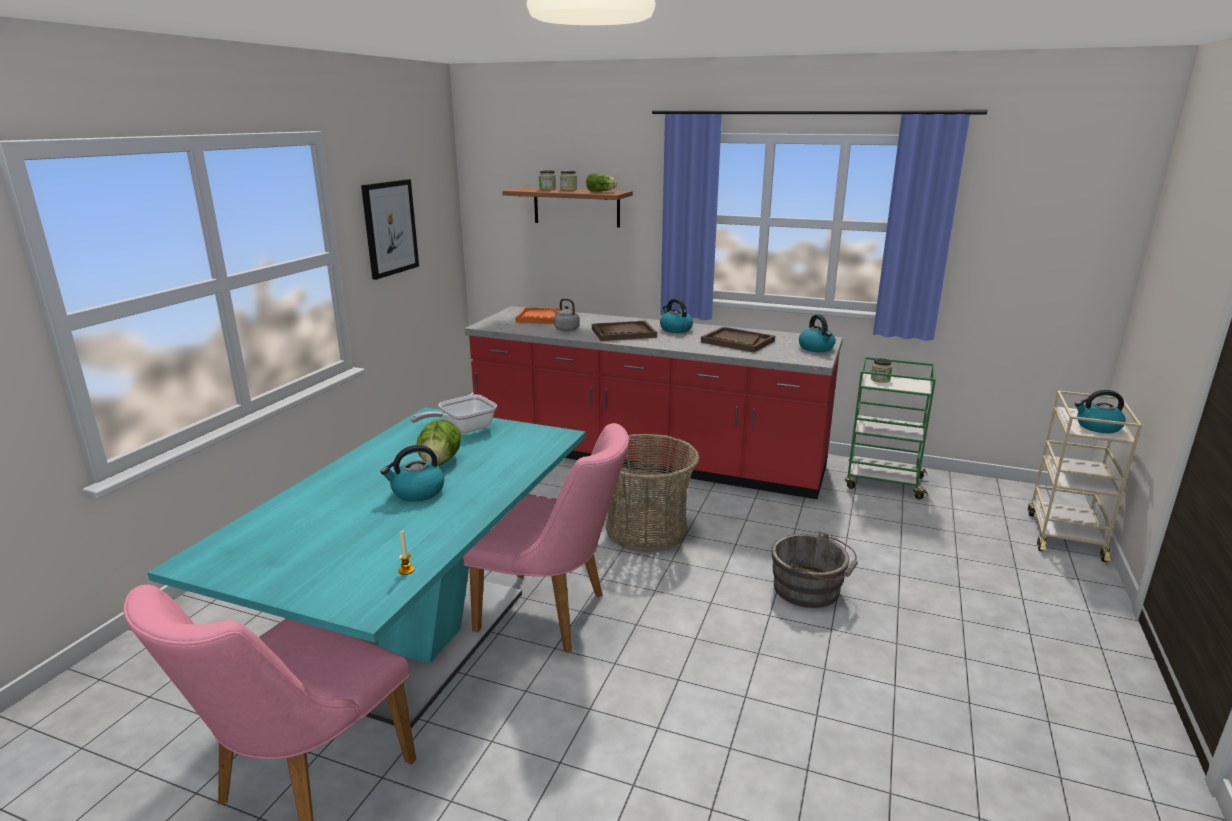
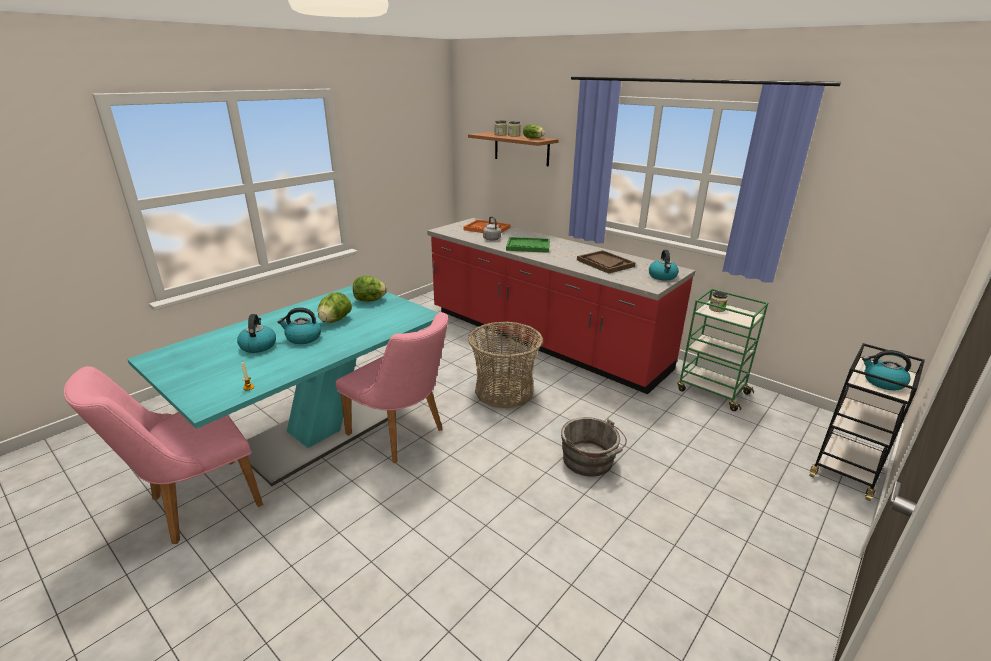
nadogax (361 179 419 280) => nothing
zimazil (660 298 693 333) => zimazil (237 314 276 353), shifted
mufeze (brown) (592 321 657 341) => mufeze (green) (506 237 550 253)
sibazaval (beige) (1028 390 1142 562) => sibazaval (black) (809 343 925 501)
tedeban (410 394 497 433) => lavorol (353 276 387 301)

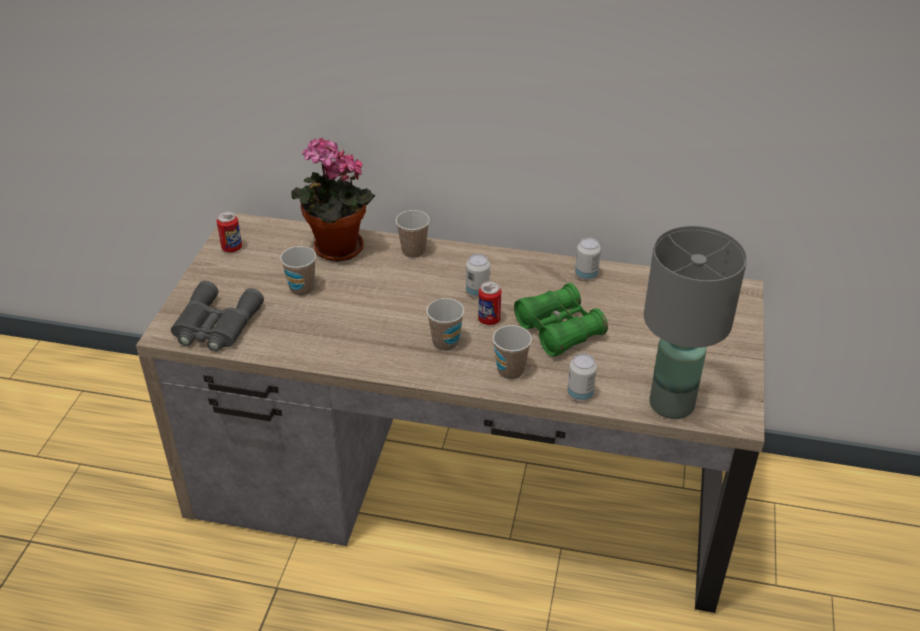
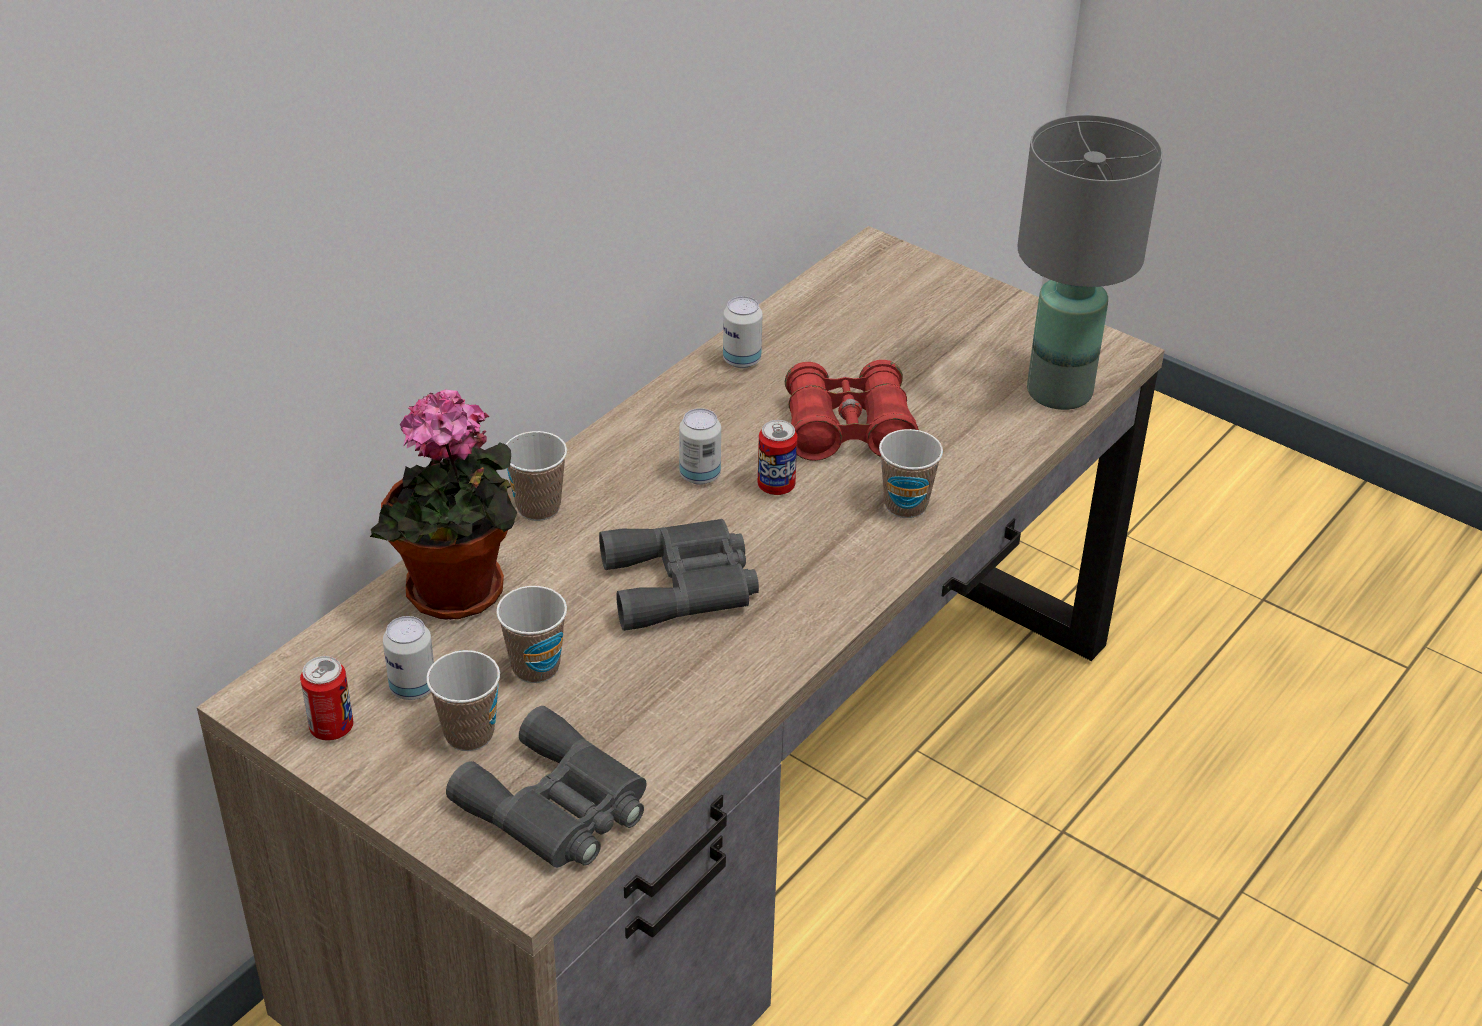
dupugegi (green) (514 283 608 357) => dupugegi (red) (785 360 919 461)
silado (426 298 464 351) => silado (426 650 500 751), shifted
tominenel (567 354 597 401) => tominenel (383 616 434 700), shifted
nothing => dupugegi (grey) (599 519 759 631)

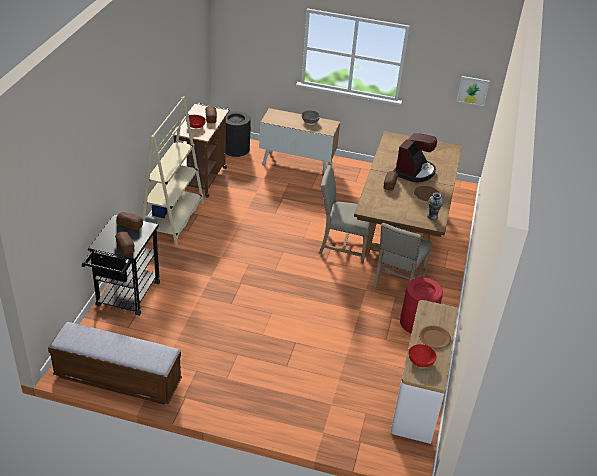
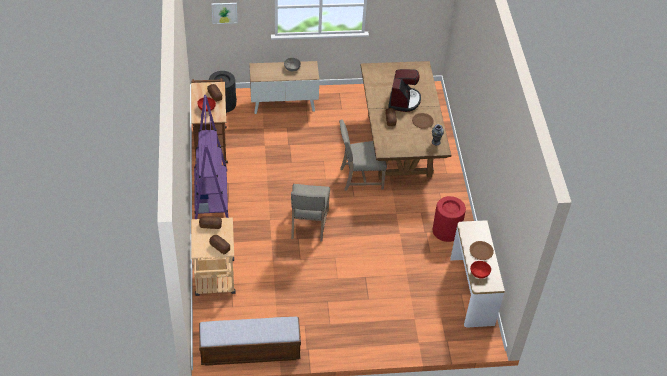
nadogax (457 76 490 106) => nadogax (211 3 237 24), shifted
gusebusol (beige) (142 97 204 247) => gusebusol (purple) (194 95 229 219)
sibazaval (black) (82 215 160 316) => sibazaval (beige) (191 217 236 296)
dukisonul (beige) (373 223 432 291) => dukisonul (beige) (291 184 330 242), shifted

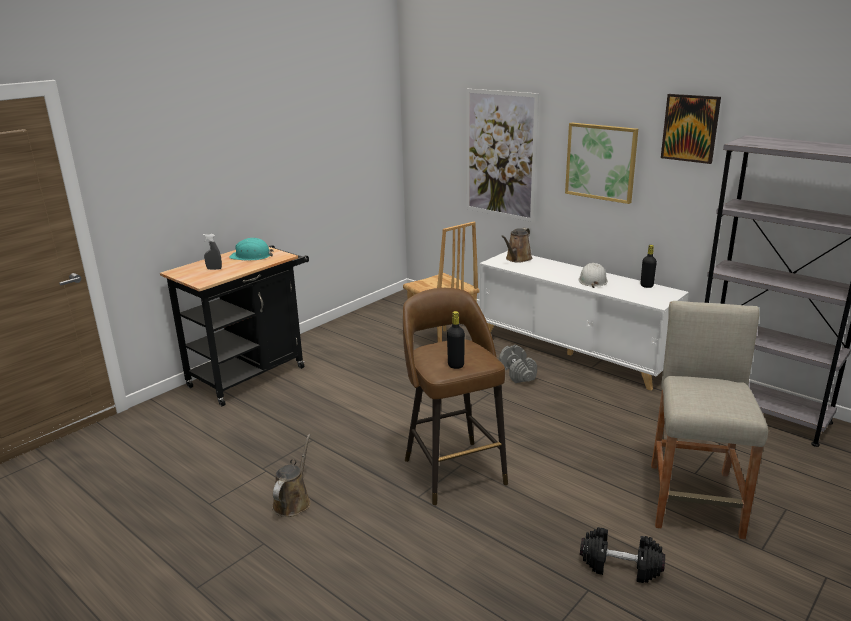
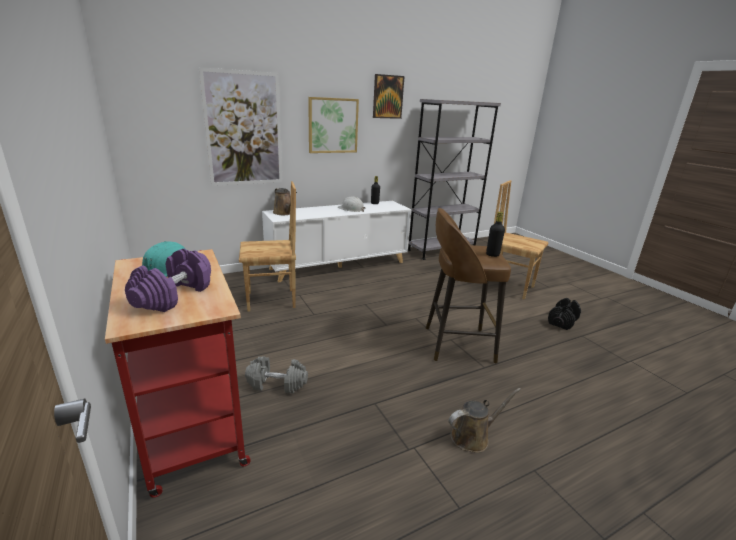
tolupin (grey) (203 234 222 270) => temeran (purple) (125 248 211 312)
sibazaval (black) (160 245 309 406) => sibazaval (red) (105 249 251 498)
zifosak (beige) (651 301 768 539) => dukisonul (brown) (494 180 548 299)
temeran (grey) (499 345 537 383) => temeran (grey) (245 356 308 394), shifted
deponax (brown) (272 434 311 517) => deponax (brown) (449 388 521 453), 120 degrees clockwise

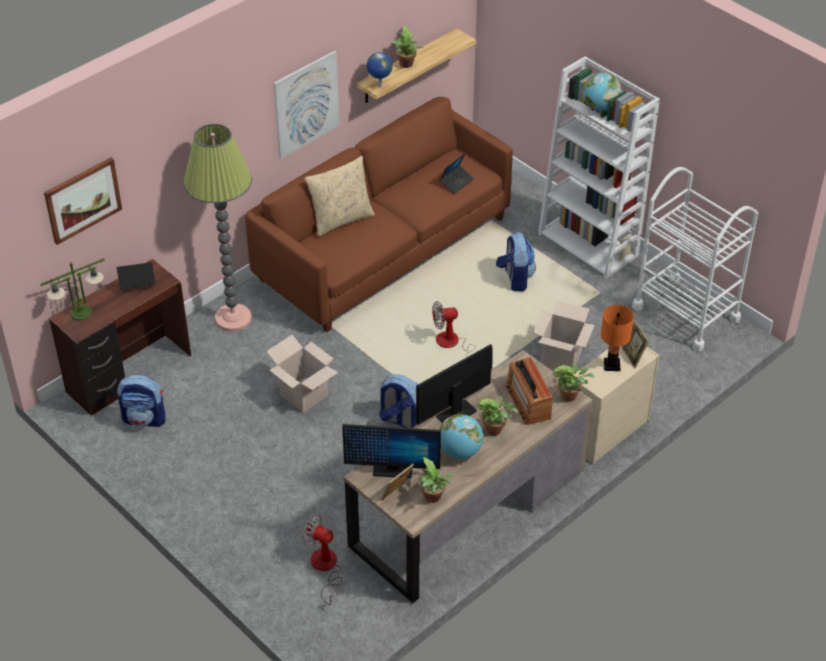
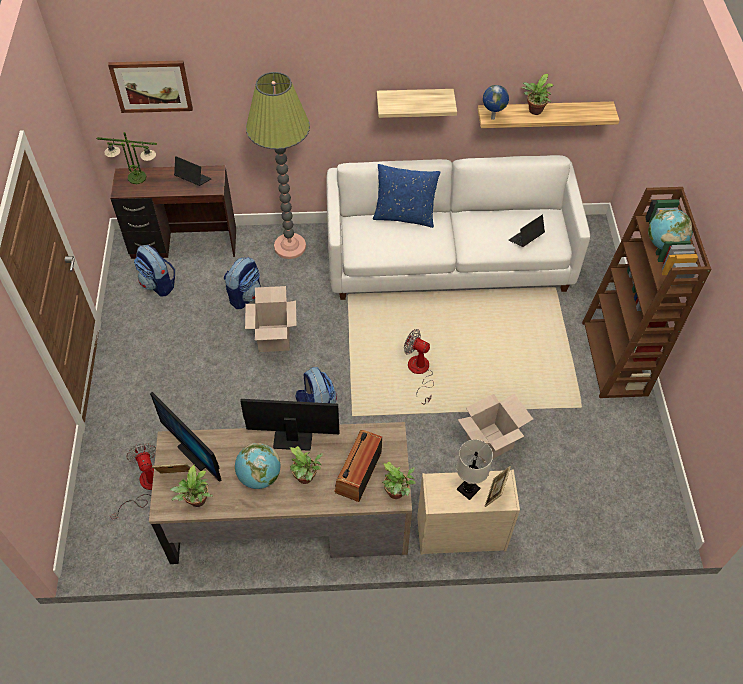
nadogax (274 51 340 158) => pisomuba (377 89 457 118)
gusebusol (white) (538 56 660 279) => gusebusol (brown) (582 187 711 398)
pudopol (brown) (245 97 513 332) => pudopol (white) (326 155 590 300)
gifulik (439 153 474 194) => gifulik (509 215 545 247), 150 degrees clockwise
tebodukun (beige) (305 156 375 237) => tebodukun (blue) (373 164 441 228)
sibazaval (white) (632 167 758 352) => nothing
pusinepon (496 232 536 291) => pusinepon (224 257 260 309), shifted
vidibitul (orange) (601 305 634 371) => vidibitul (white) (457 439 493 500)

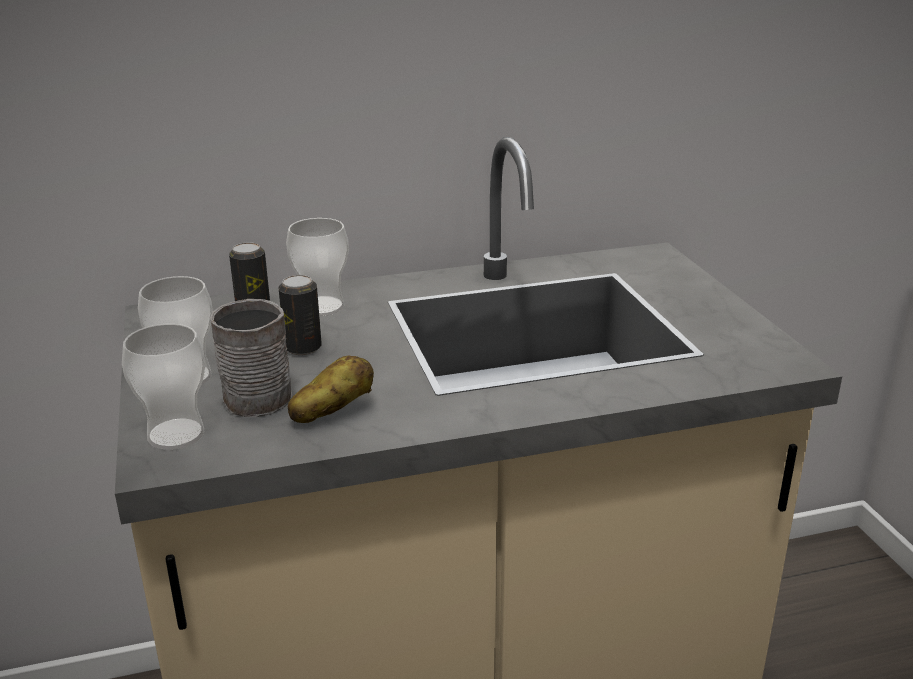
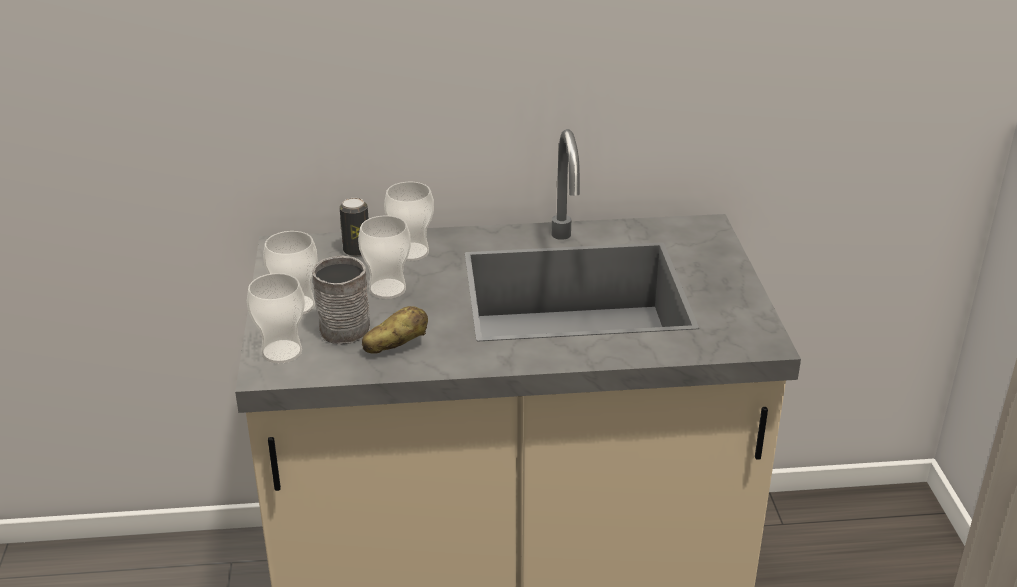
tominenel (278 275 322 355) => silado (358 215 411 299)

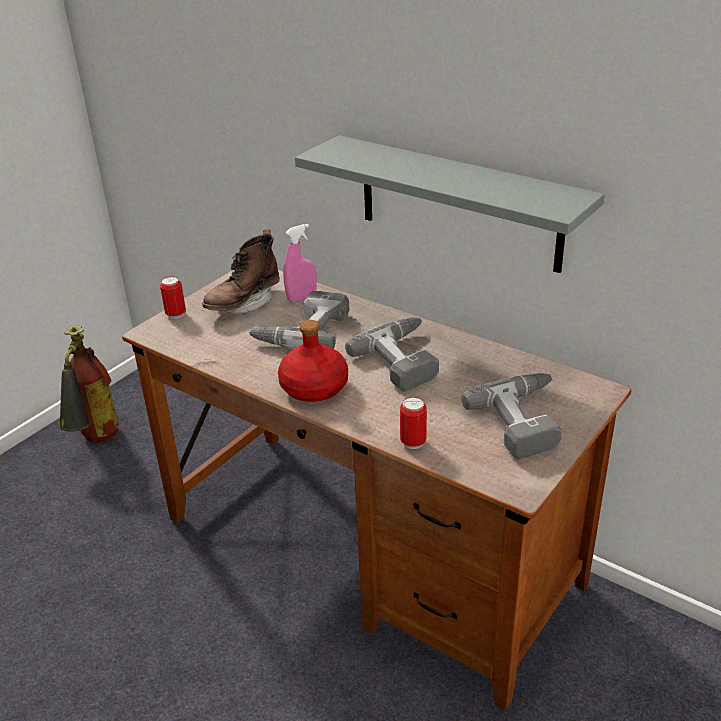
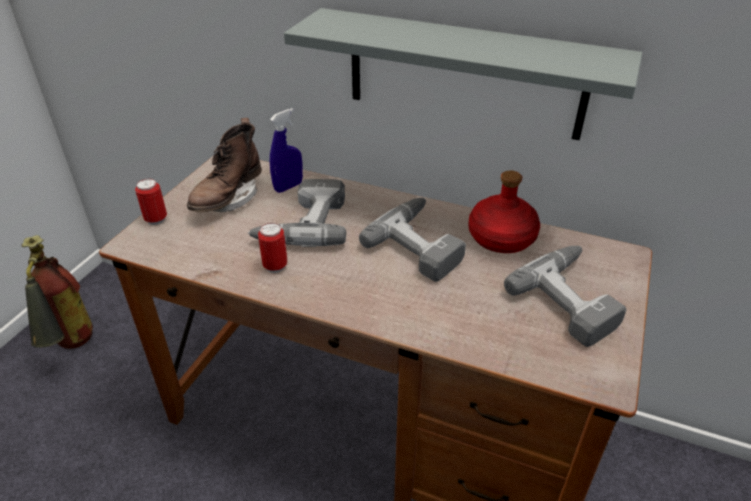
tolupin (pink) (283 224 317 302) => tolupin (blue) (270 108 303 193)
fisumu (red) (278 320 348 402) => fisumu (red) (468 171 540 253), shifted
tominenel (400 397 427 449) => tominenel (258 223 288 273), shifted

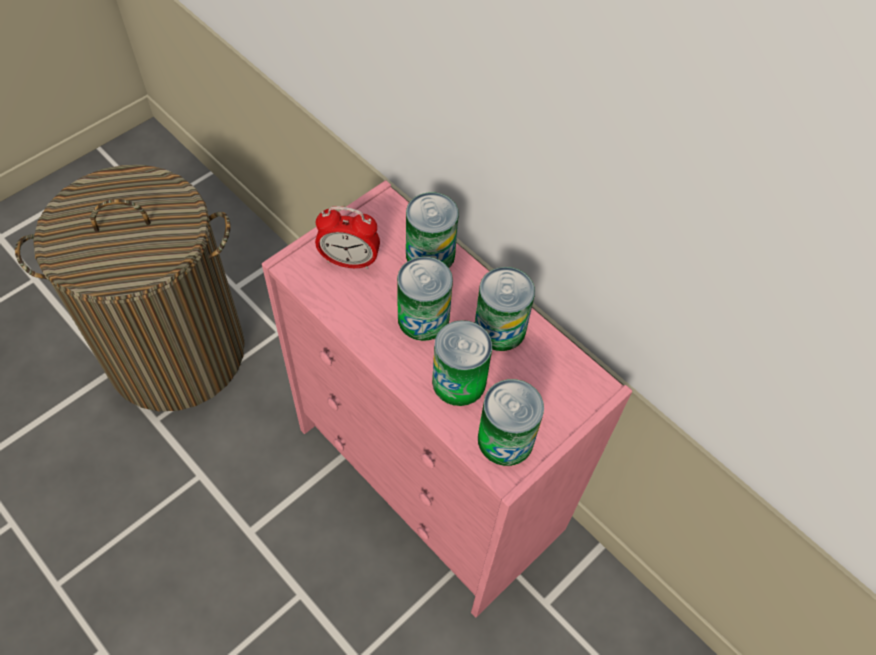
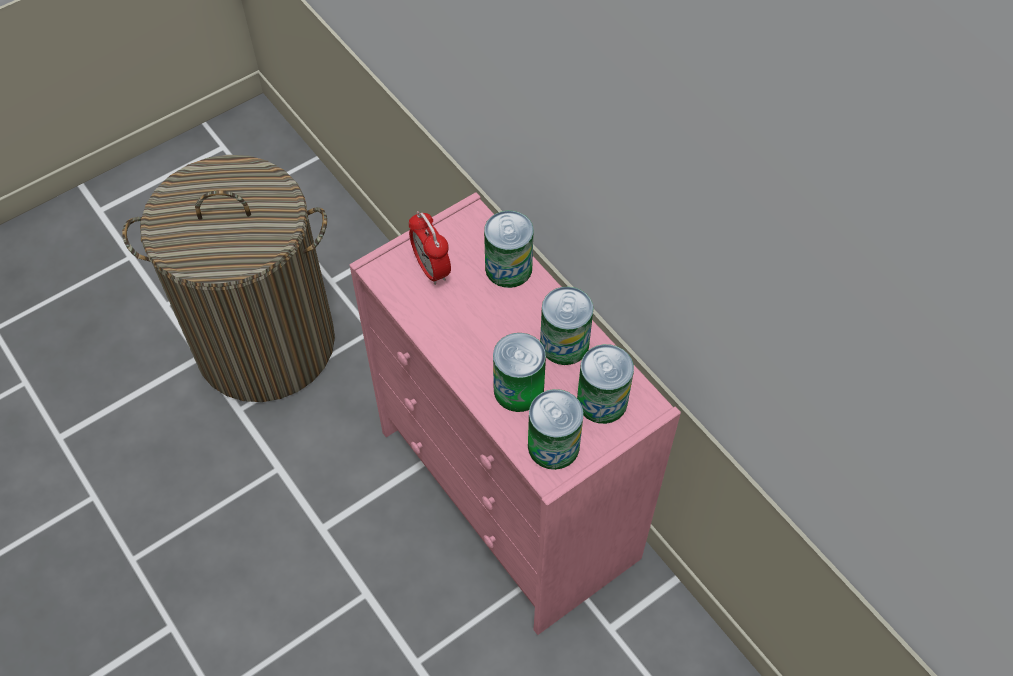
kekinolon (315 206 380 270) => kekinolon (409 211 451 285), 45 degrees clockwise
tominenel (397 257 453 341) => tominenel (577 344 634 424), shifted

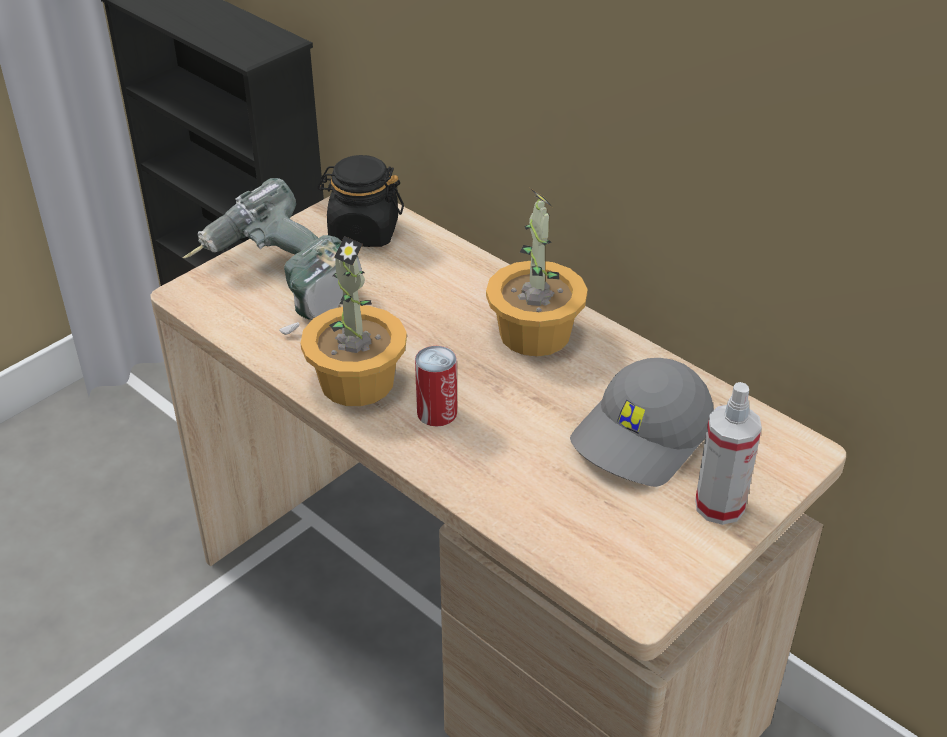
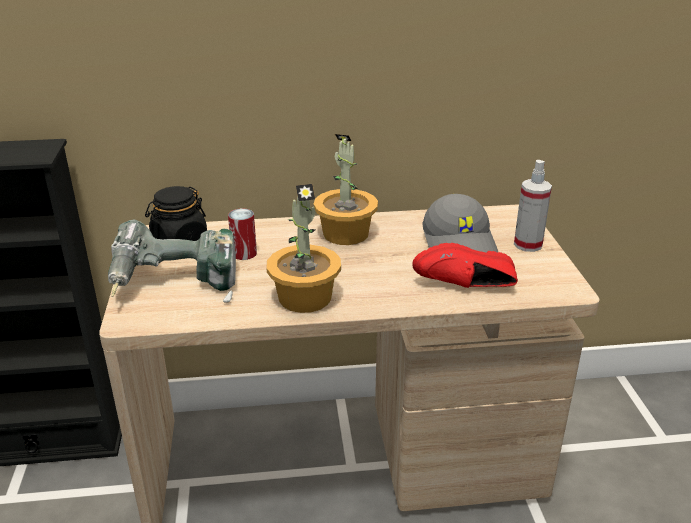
tominenel (415 346 457 427) => tominenel (228 208 257 260), shifted
nothing => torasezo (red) (412 243 518 288)

